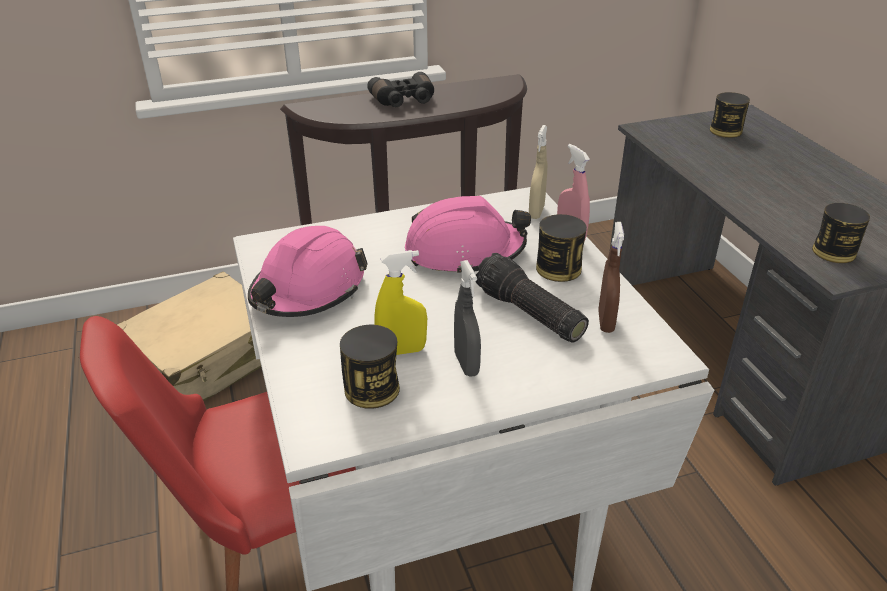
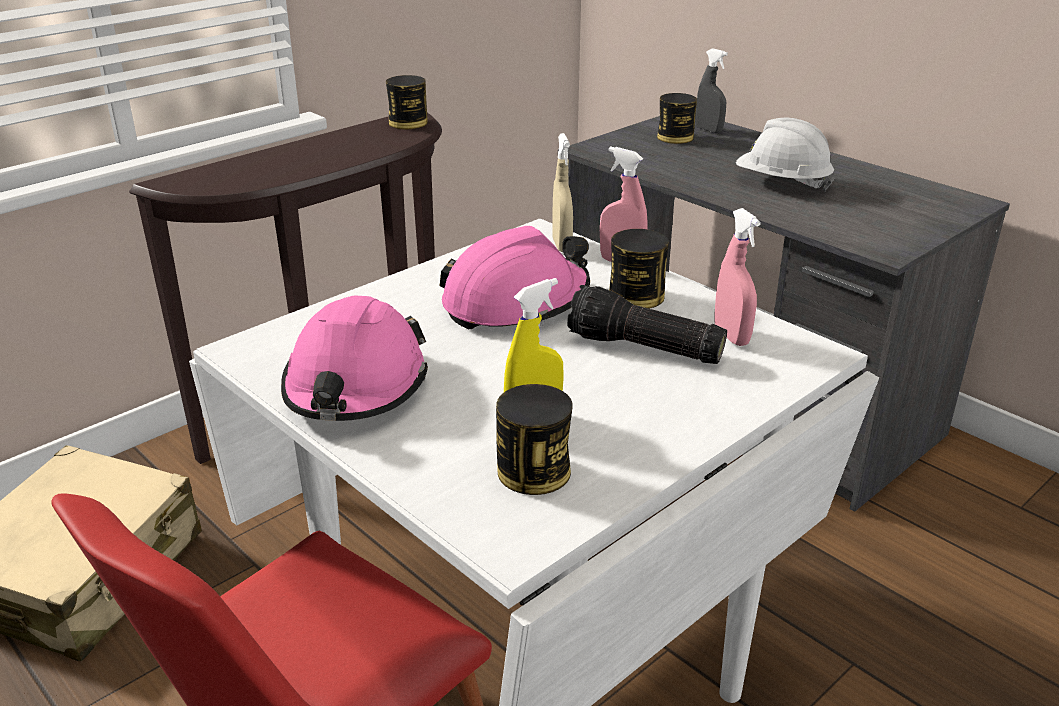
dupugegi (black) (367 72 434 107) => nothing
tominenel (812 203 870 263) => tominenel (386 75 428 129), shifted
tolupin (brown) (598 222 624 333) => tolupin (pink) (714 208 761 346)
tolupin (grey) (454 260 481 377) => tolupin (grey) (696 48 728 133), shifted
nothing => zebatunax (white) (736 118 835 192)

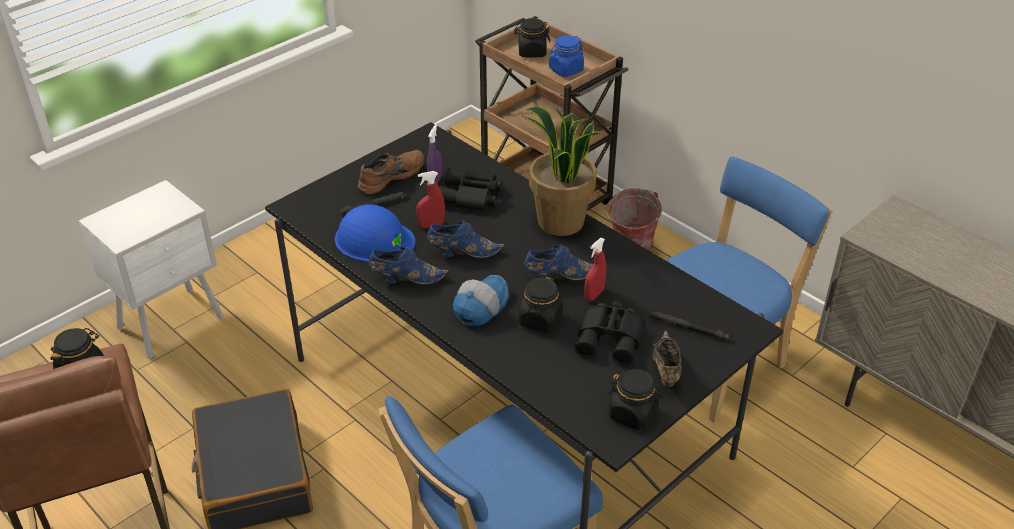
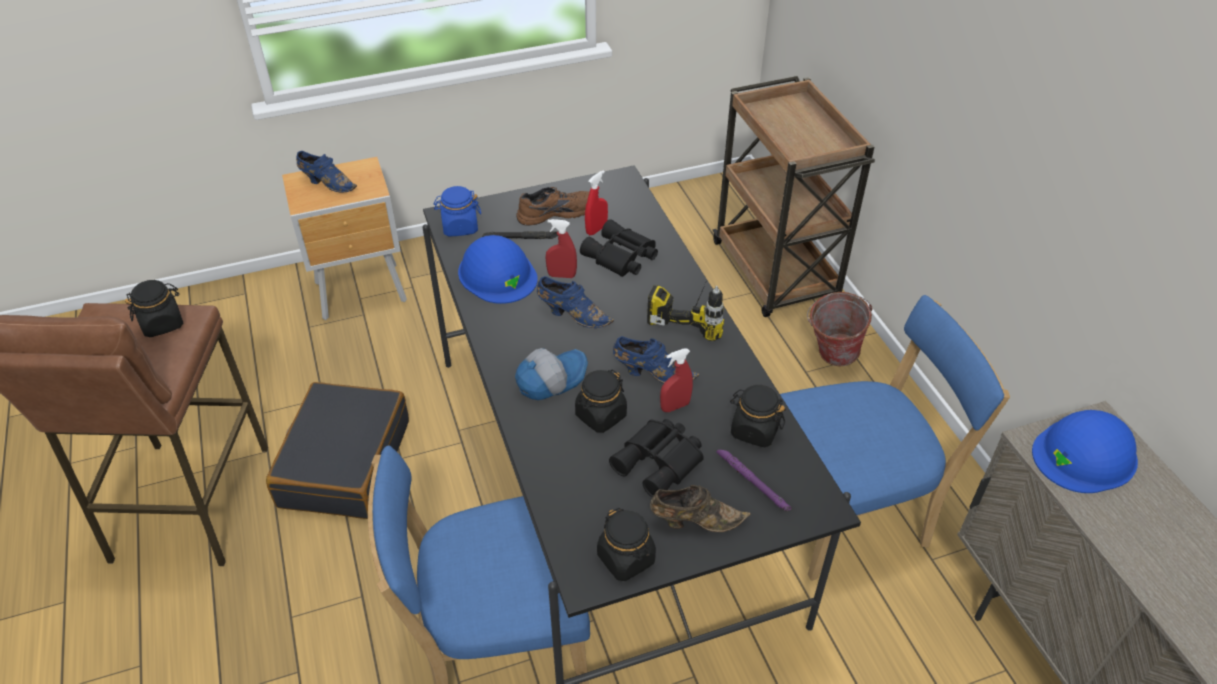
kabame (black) (514 18 550 58) => kabame (black) (730 385 786 448), shifted
kabame (blue) (549 35 584 77) => kabame (blue) (434 186 481 237), shifted
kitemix (521 107 602 236) => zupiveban (647 278 724 341)
tolupin (purple) (427 124 442 183) => tolupin (red) (585 170 608 235)
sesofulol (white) (79 180 223 359) => sesofulol (brown) (282 157 407 320)
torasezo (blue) (369 246 449 285) => torasezo (blue) (296 151 357 192), shifted
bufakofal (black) (650 312 731 340) => bufakofal (purple) (716 450 792 512)
torasezo (brown) (653 331 682 387) => torasezo (brown) (650 485 750 532), 60 degrees clockwise
nothing => zebatunax (blue) (1032 410 1138 493)

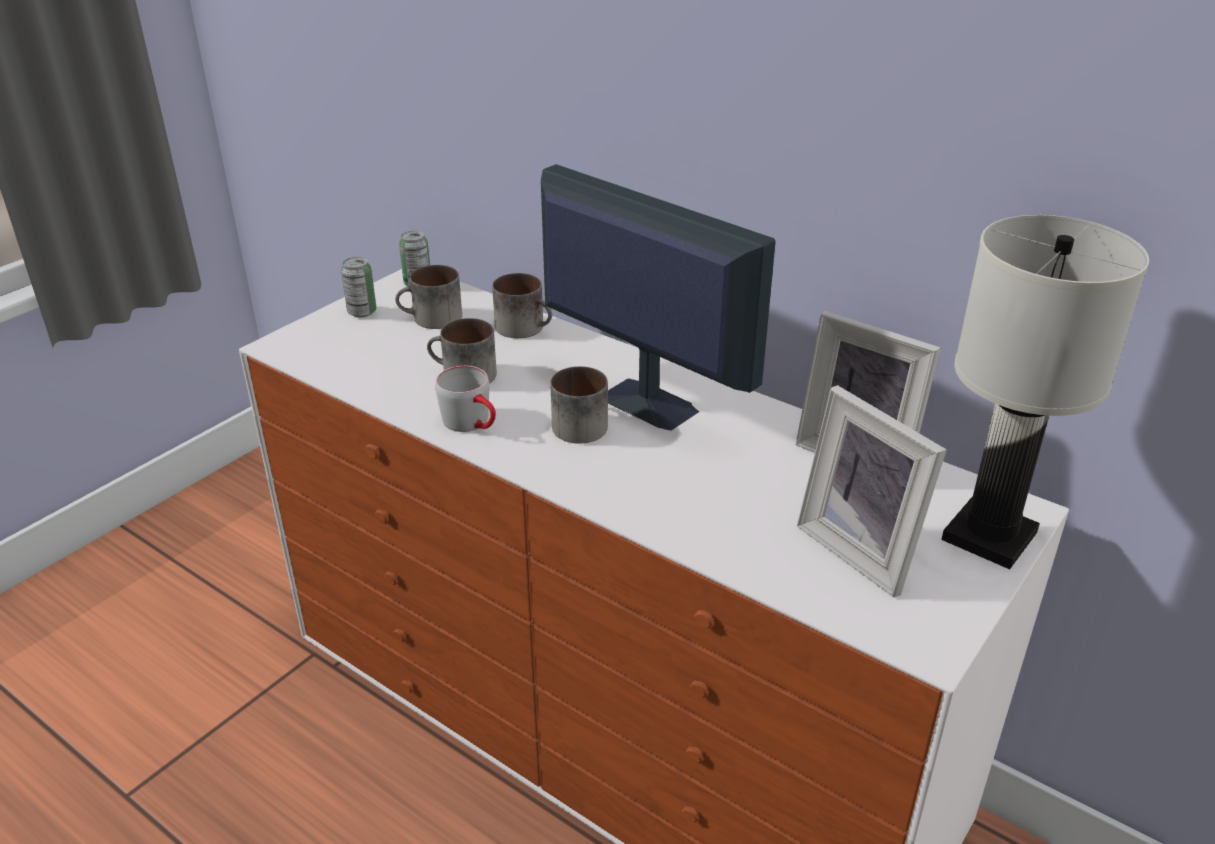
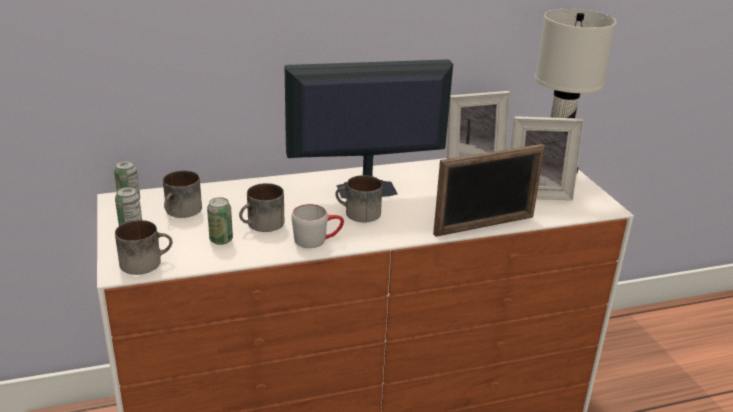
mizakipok (492 273 552 338) => mizakipok (115 220 173 275), shifted
nothing => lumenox (433 144 545 237)
nothing => tominenel (207 197 233 245)

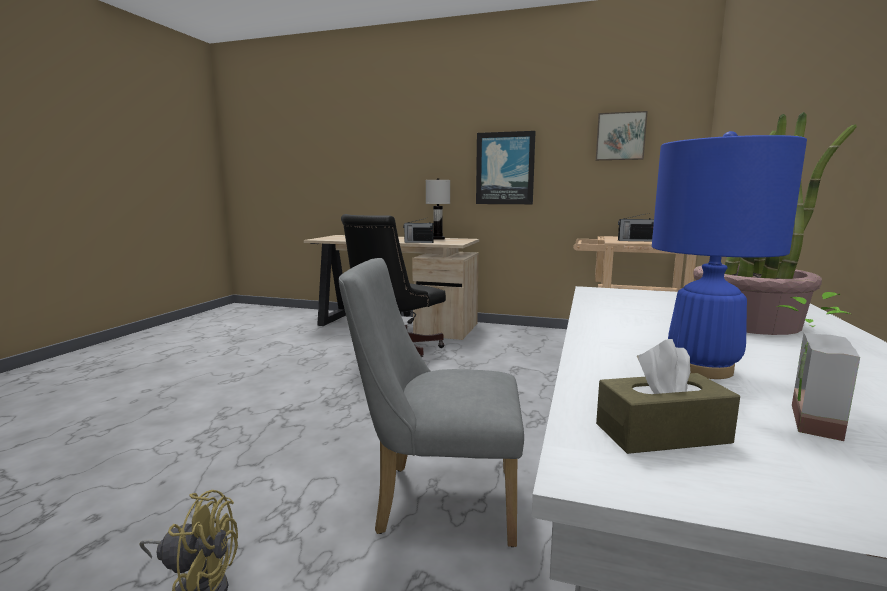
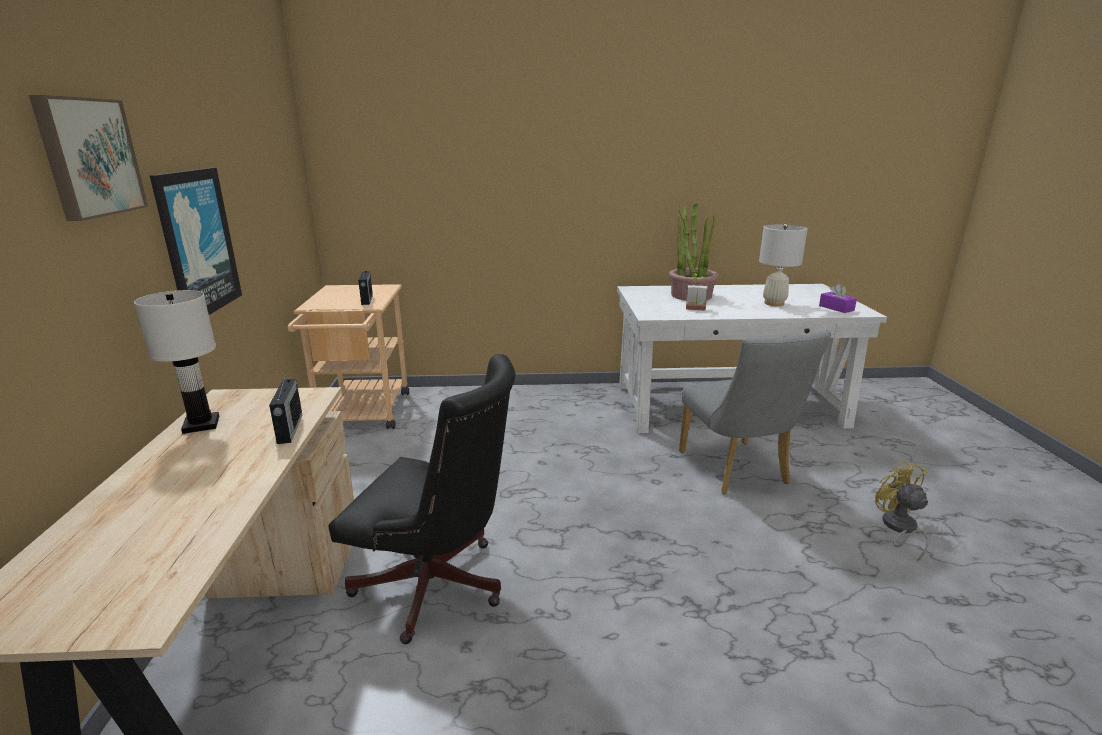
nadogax (596 111 648 160) => nadogax (29 95 148 221), shifted
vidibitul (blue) (652 131 807 379) => vidibitul (white) (759 224 808 306)
kitemix (776 292 860 441) => kitemix (686 274 708 311), shifted
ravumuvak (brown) (596 339 740 454) => ravumuvak (purple) (819 284 857 313)

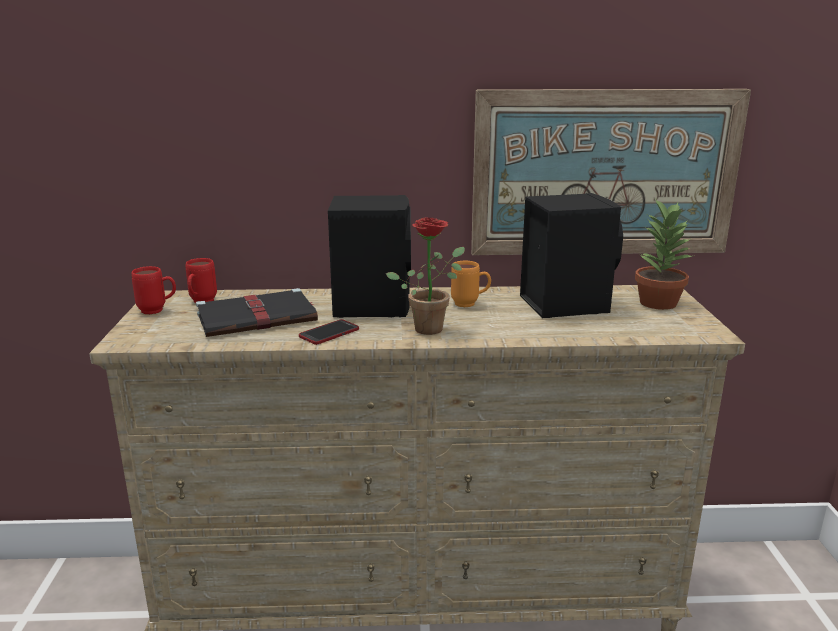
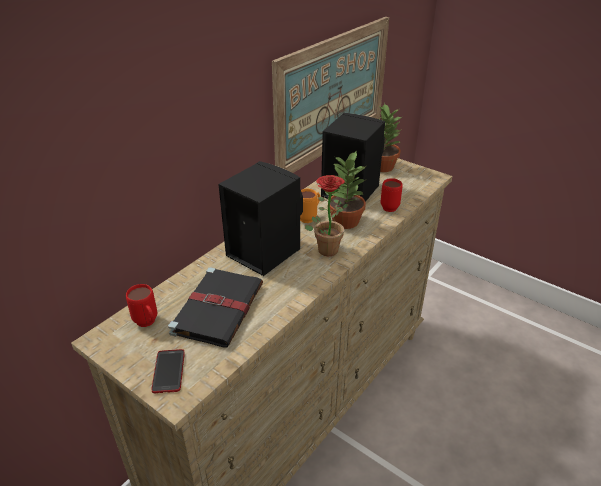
mizakipok (red) (131 266 176 314) => mizakipok (red) (381 178 403 212), shifted
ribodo (299 319 359 345) => ribodo (151 349 185 393), shifted
nothing => kitemix (330 150 366 229)

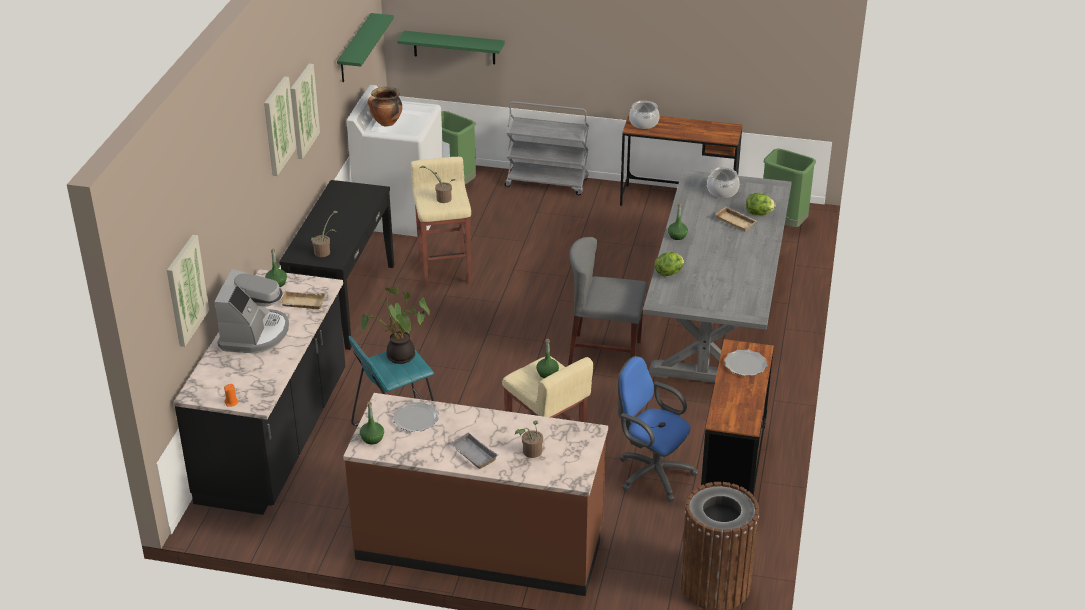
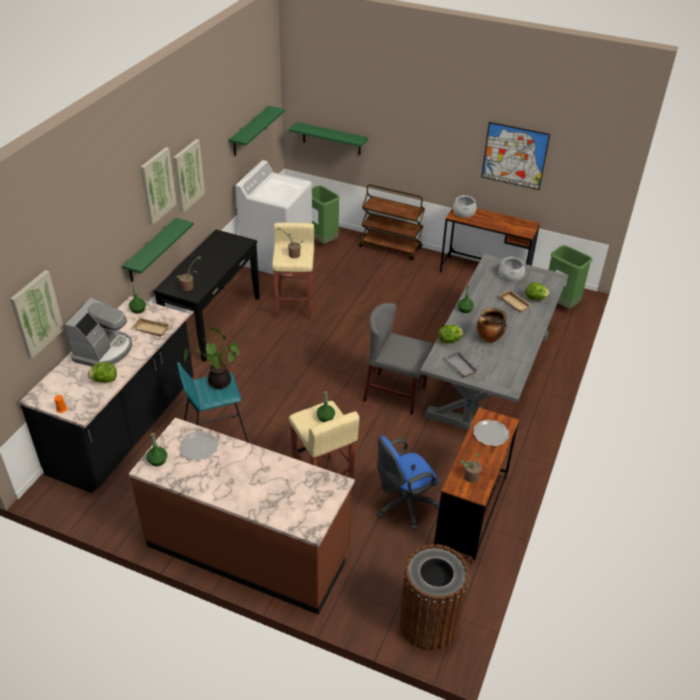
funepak (368 87 402 126) => funepak (477 308 507 343), shifted
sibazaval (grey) (505 101 589 195) => sibazaval (brown) (359 184 425 260)
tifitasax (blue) (618 356 698 502) => tifitasax (blue) (377 436 439 530), 75 degrees counterclockwise
kitemix (515 420 543 458) => kitemix (460 453 482 483), shifted
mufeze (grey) (449 432 498 469) => mufeze (grey) (445 351 478 378), shifted
nothing => nadogax (481 122 550 190)
nothing => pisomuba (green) (122 218 194 282)
nothing => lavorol (88 362 117 383)

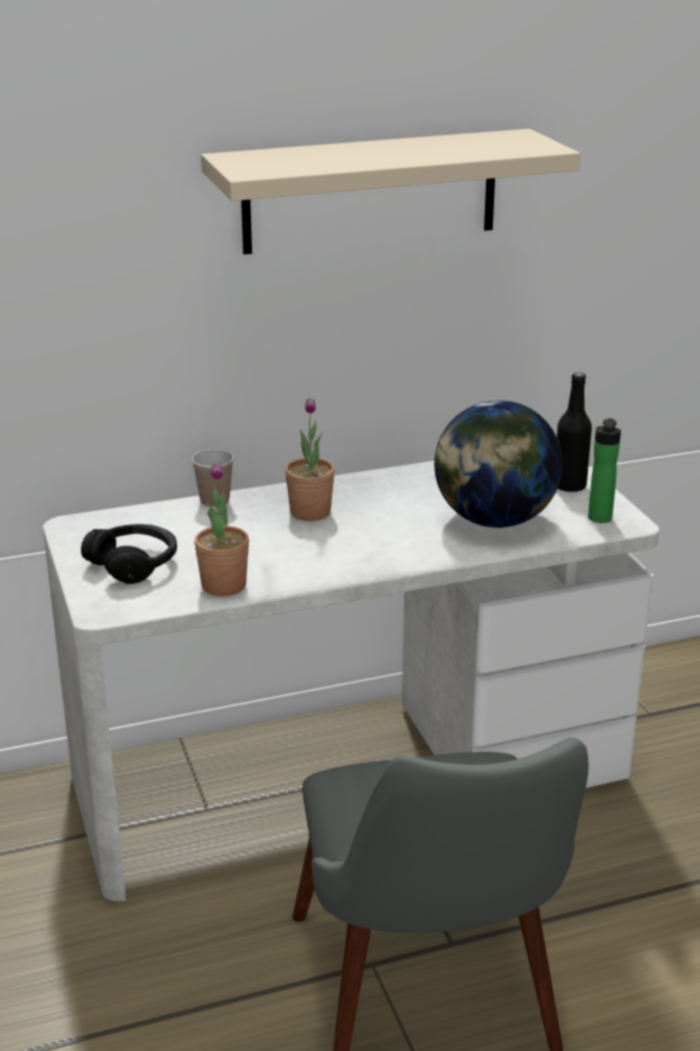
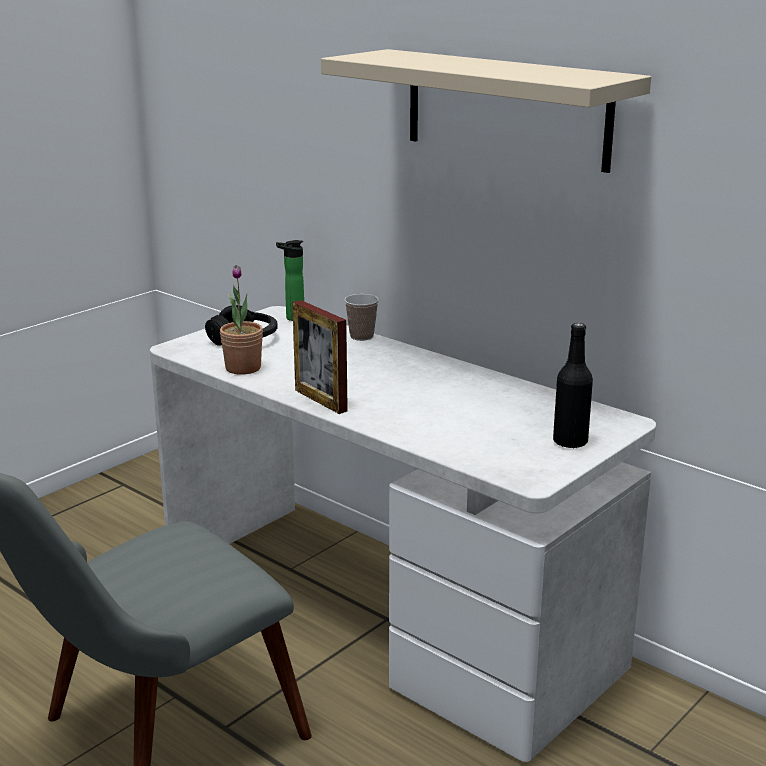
kitemix (285 398 335 521) => nothing
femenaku (434 400 563 528) => nothing
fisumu (588 418 621 523) => fisumu (276 240 304 321), shifted
nothing => lumenox (292 300 348 414)

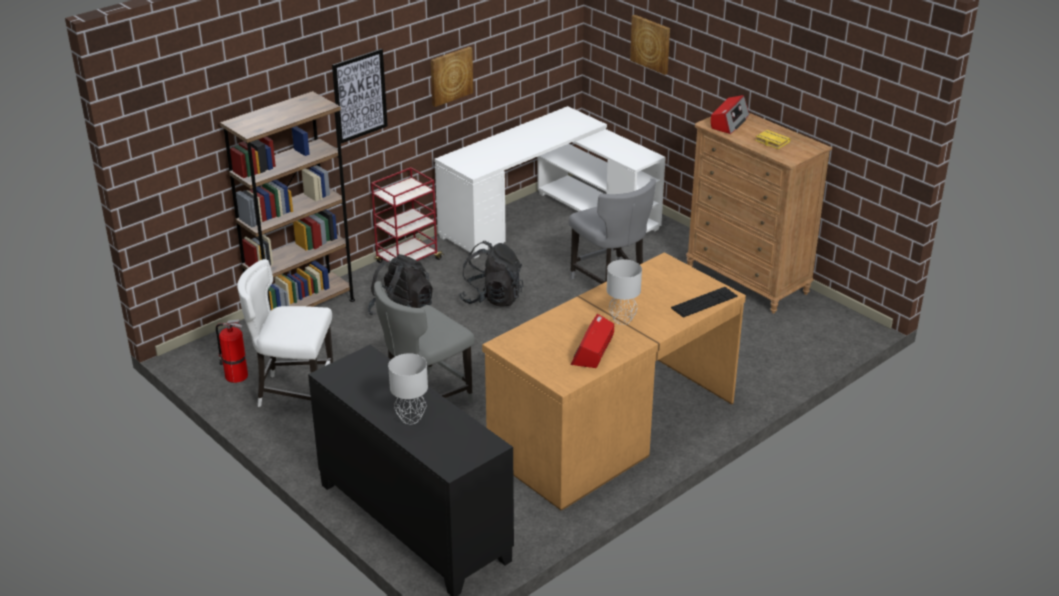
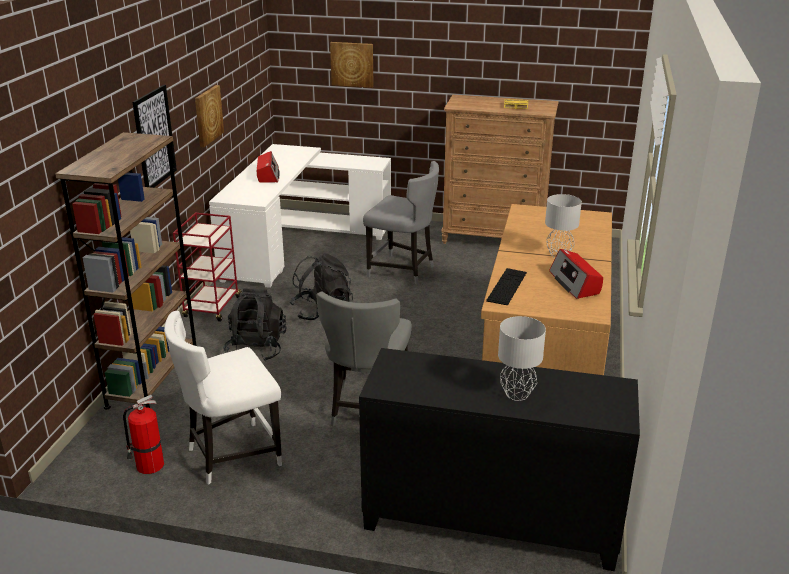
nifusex (711 95 749 134) => nifusex (257 151 279 183), shifted
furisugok (671 287 738 318) => furisugok (486 268 527 305), shifted

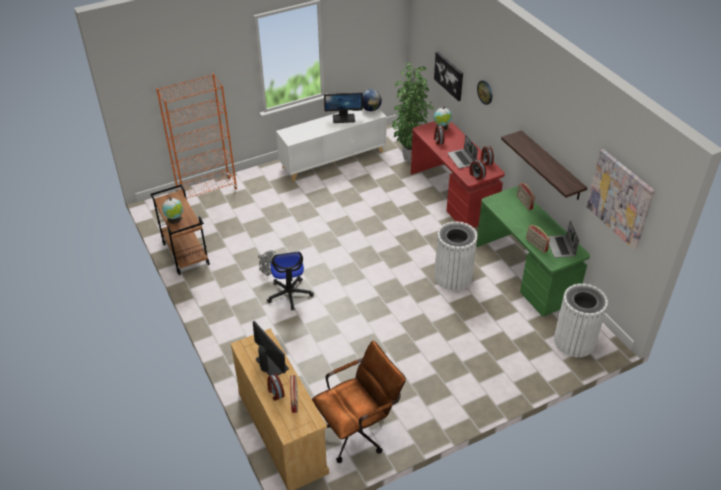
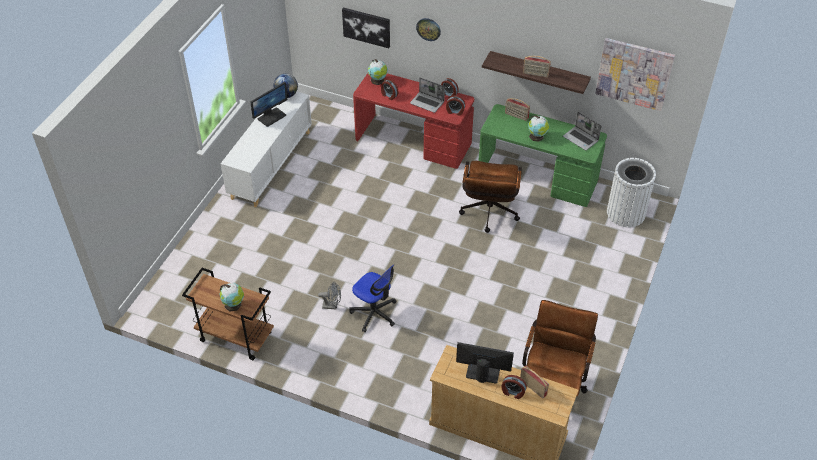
kitemix (391 63 435 162) => nothing
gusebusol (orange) (156 73 238 199) => nothing
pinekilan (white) (434 221 477 291) => tifitasax (brown) (459 161 522 233)
nifusex (526 225 550 253) => nifusex (523 56 551 77), shifted
nothing => femenaku (528 115 549 141)

